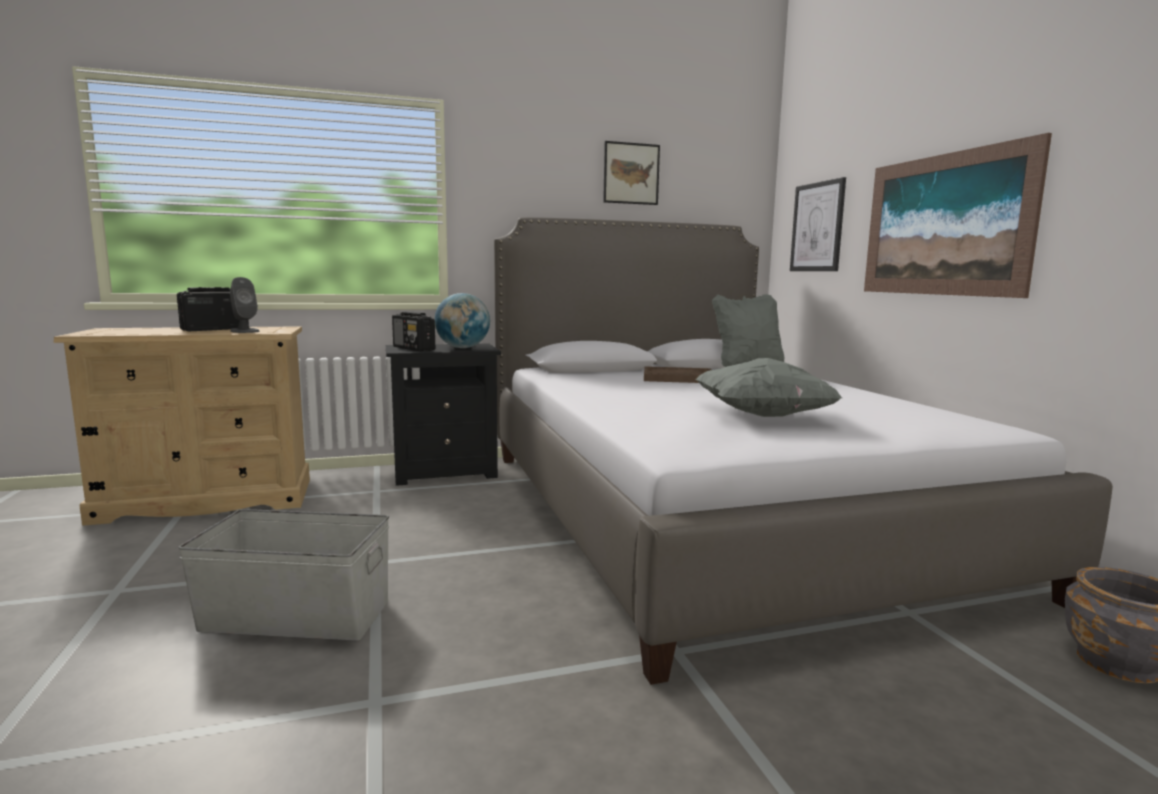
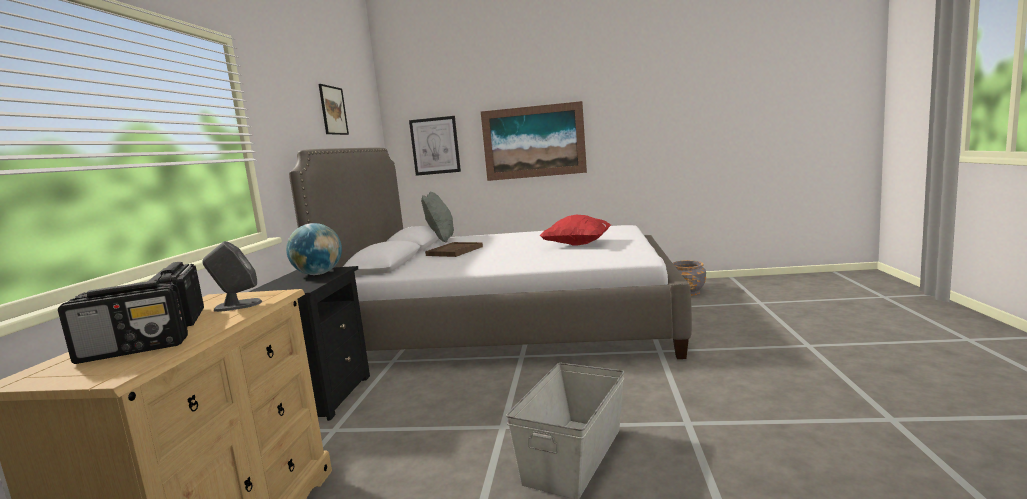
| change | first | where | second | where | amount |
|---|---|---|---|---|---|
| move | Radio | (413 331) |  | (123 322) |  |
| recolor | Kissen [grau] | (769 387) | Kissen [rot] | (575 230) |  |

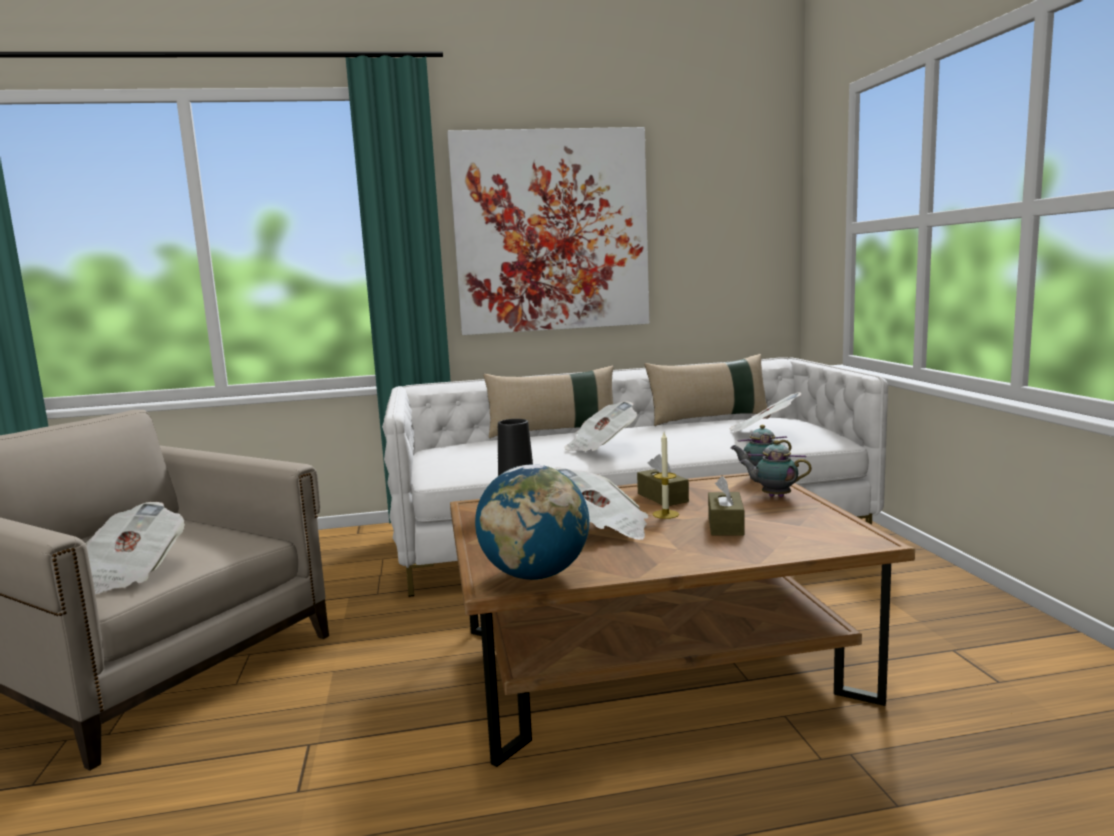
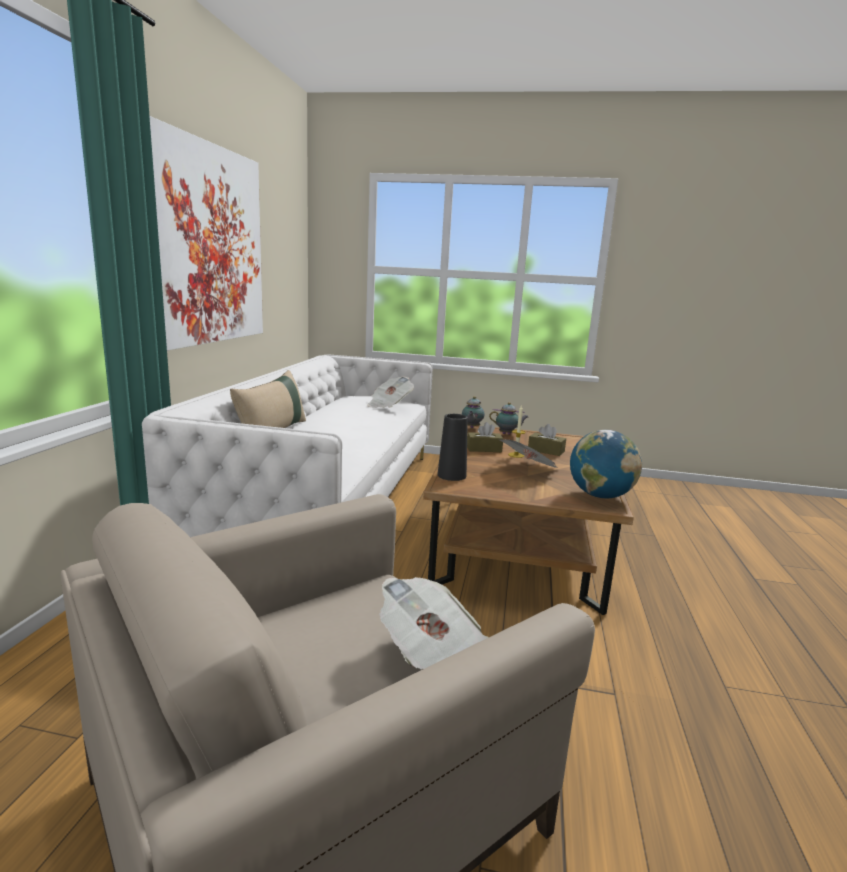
| change | first | where | second | where | amount |
|---|---|---|---|---|---|
| delete | Zeitung | (600 426) |  |  |  |
| delete | Kissen [beige] | (706 390) |  |  |  |
| rotate | Teekanne | (776 468) |  | (508 418) | 120 degrees counterclockwise |

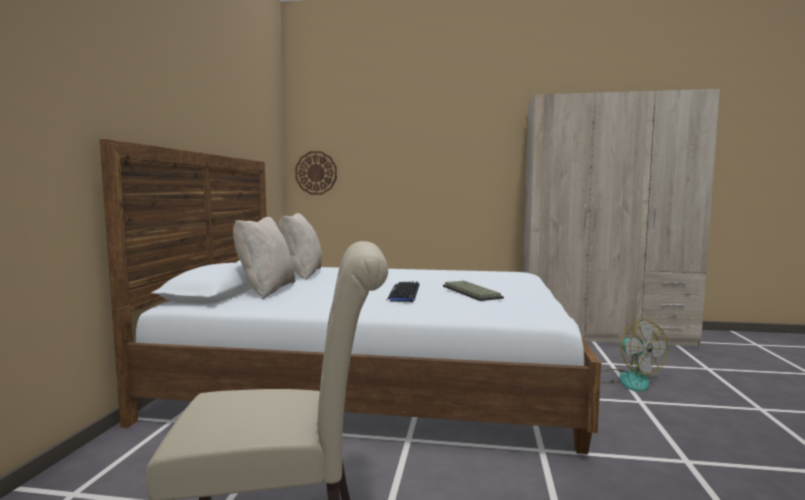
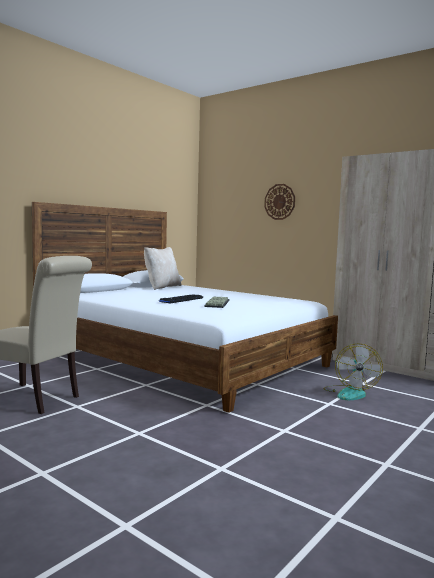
| change | first | where | second | where | amount |
|---|---|---|---|---|---|
| delete | Kissen [beige] | (264 258) |  |  |  |
| move | Wanduhr | (316 173) |  | (279 202) |  |

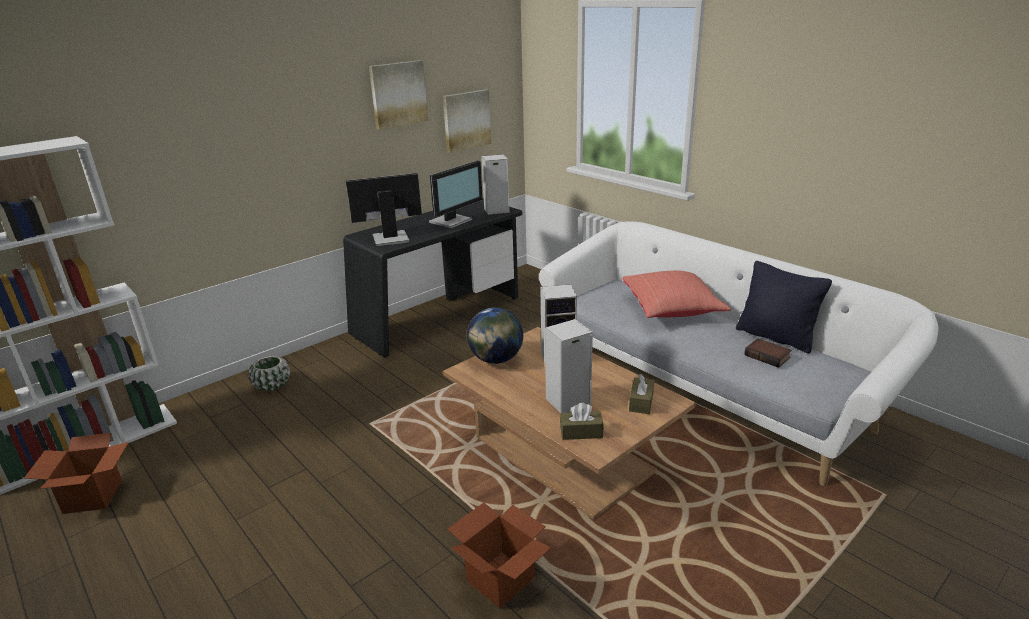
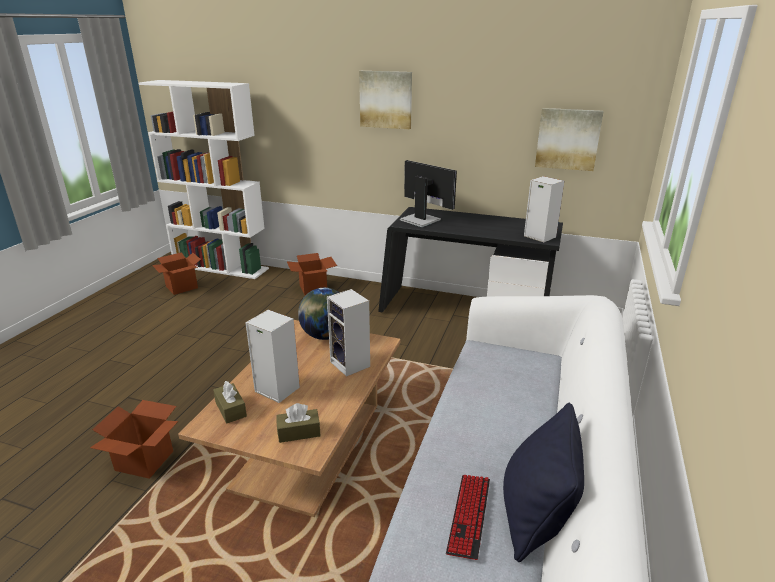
| change | first | where | second | where | amount |
|---|---|---|---|---|---|
| delete | Monitor | (456 194) |  |  |  |
| delete | Kissen [rot] | (676 294) |  |  |  |
| move | Bild | (398 95) |  | (385 100) |  |
| replace | Pflanzkübel [grün] | (269 373) | Karton | (312 274) |  |
| replace | Buch | (768 353) | Tastatur | (468 517) |  |

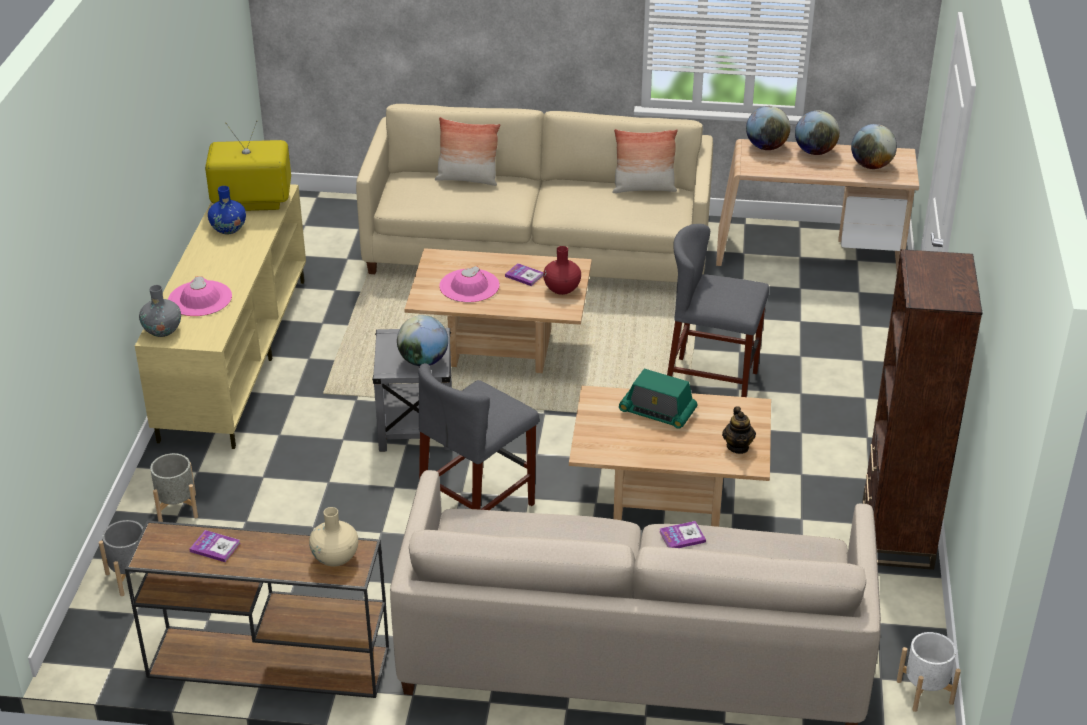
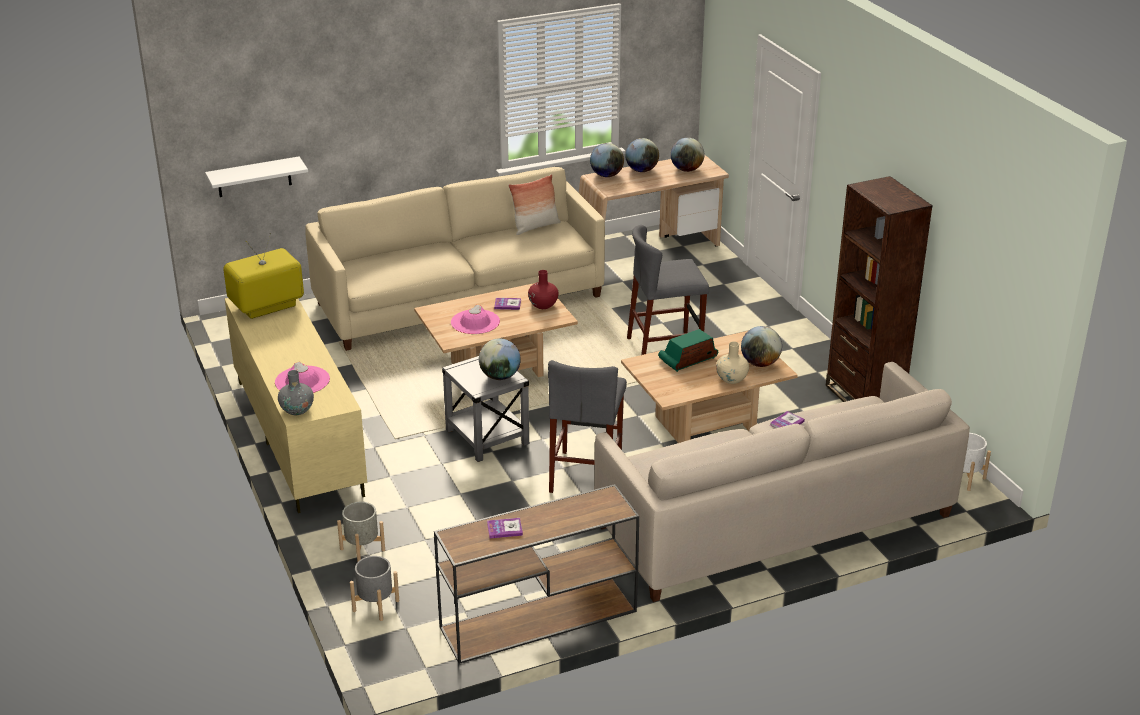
| change | first | where | second | where | amount |
|---|---|---|---|---|---|
| delete | Vase [blau] | (227 210) |  |  |  |
| delete | Kissen | (467 151) |  |  |  |
| insert |  |  | Wandregal [weiß] | (256 176) |  |
| move | Vase [beige] | (333 537) |  | (732 362) |  |
| replace | Teekanne | (739 430) | Globus | (761 346) |  |
| rotate | Radio | (658 399) |  | (688 350) | 150 degrees clockwise |

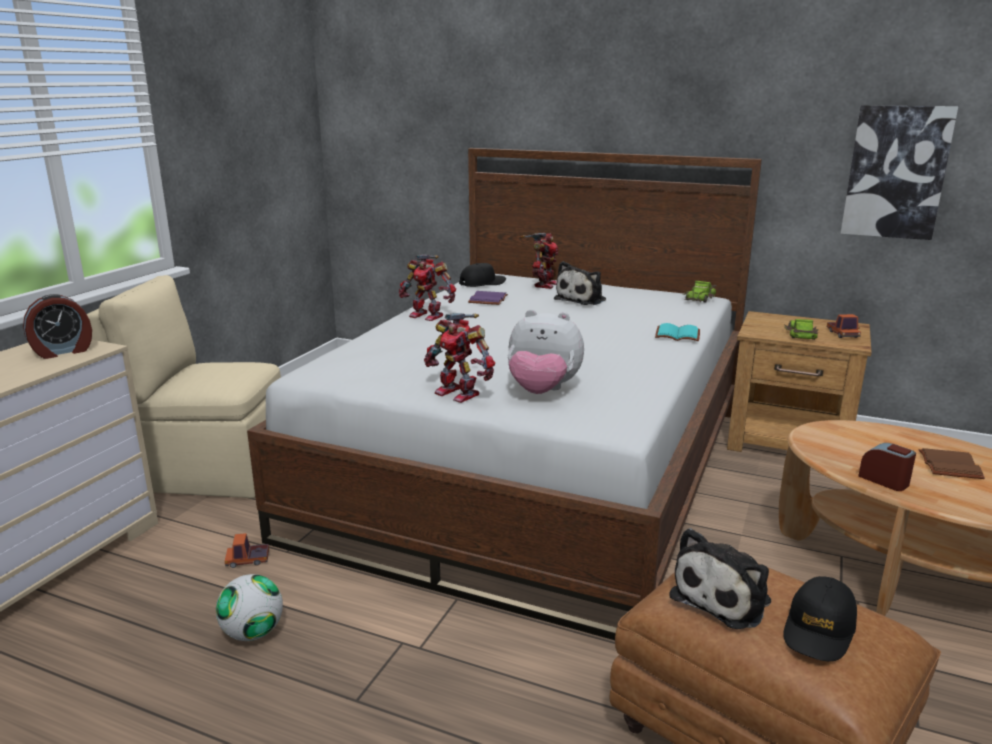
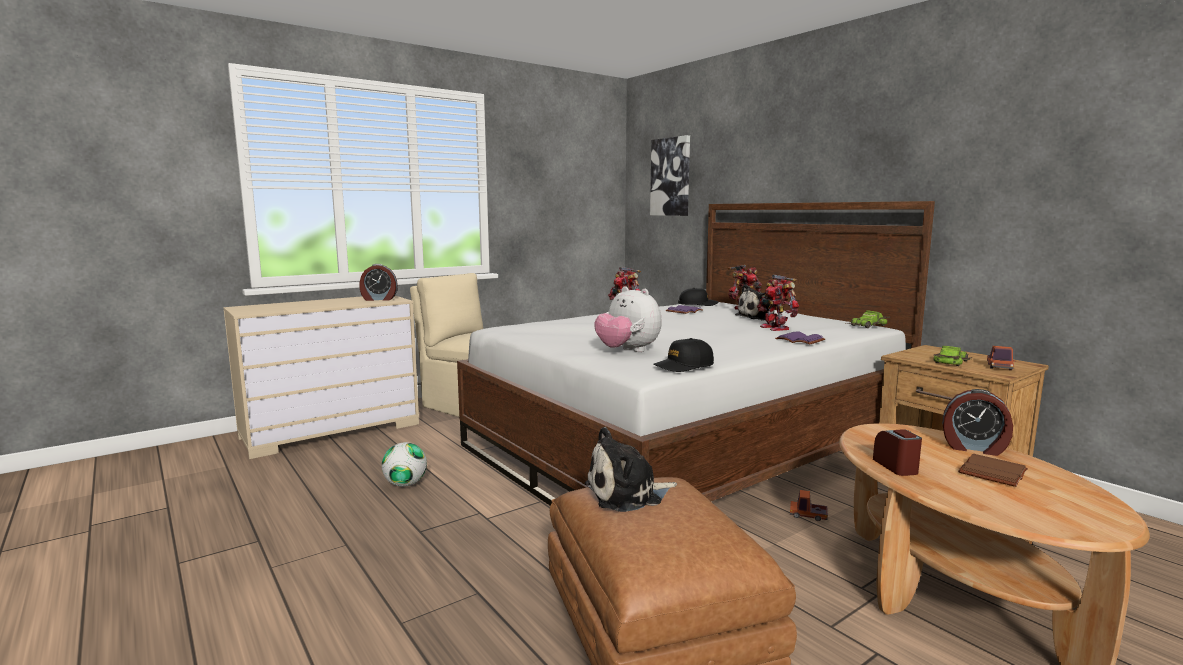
| change | first | where | second | where | amount |
|---|---|---|---|---|---|
| insert |  |  | Wecker | (977 422) |  |
| move | Spielzeuglaster | (247 550) |  | (809 505) |  |
| move | Spielzeugroboter | (459 358) |  | (778 303) |  |
| move | Kappe [schwarz] | (820 618) |  | (683 355) |  |
| move | Bild | (899 172) |  | (670 175) |  |
| recolor | Buch [türkis] | (677 332) | Buch [lila] | (800 338) |  |

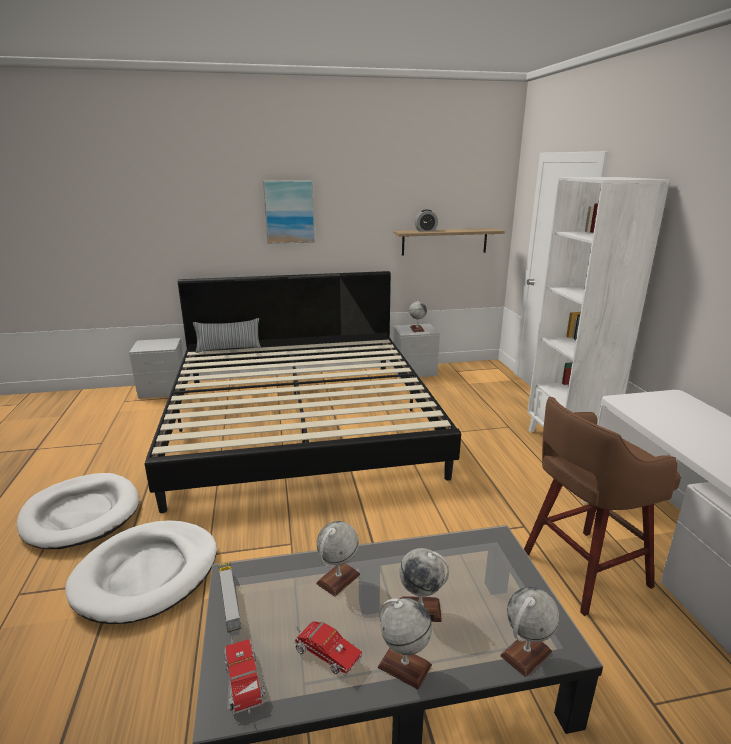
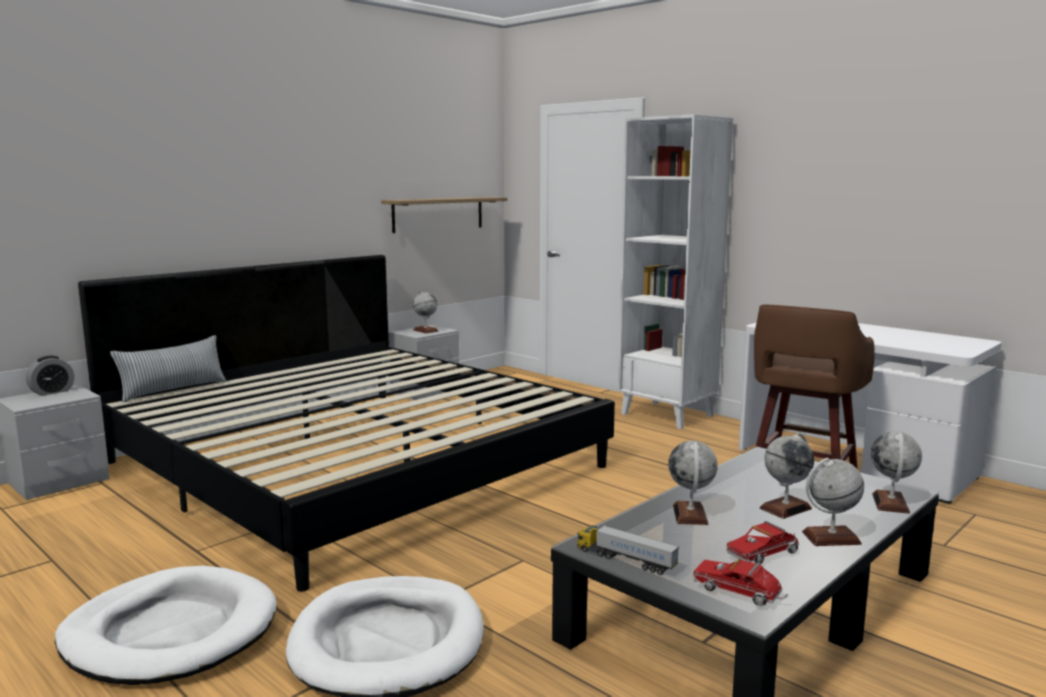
| change | first | where | second | where | amount |
|---|---|---|---|---|---|
| delete | Bild | (289 212) |  |  |  |
| move | Wecker | (426 220) |  | (50 376) |  |
| rotate | Spielzeuglaster | (328 648) |  | (763 542) | 150 degrees clockwise |

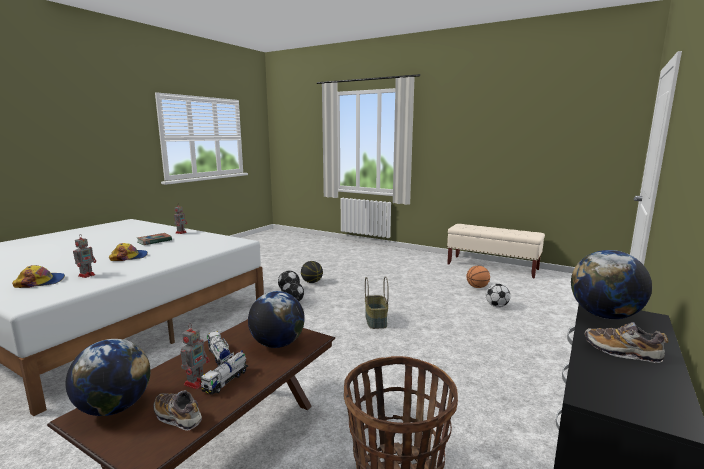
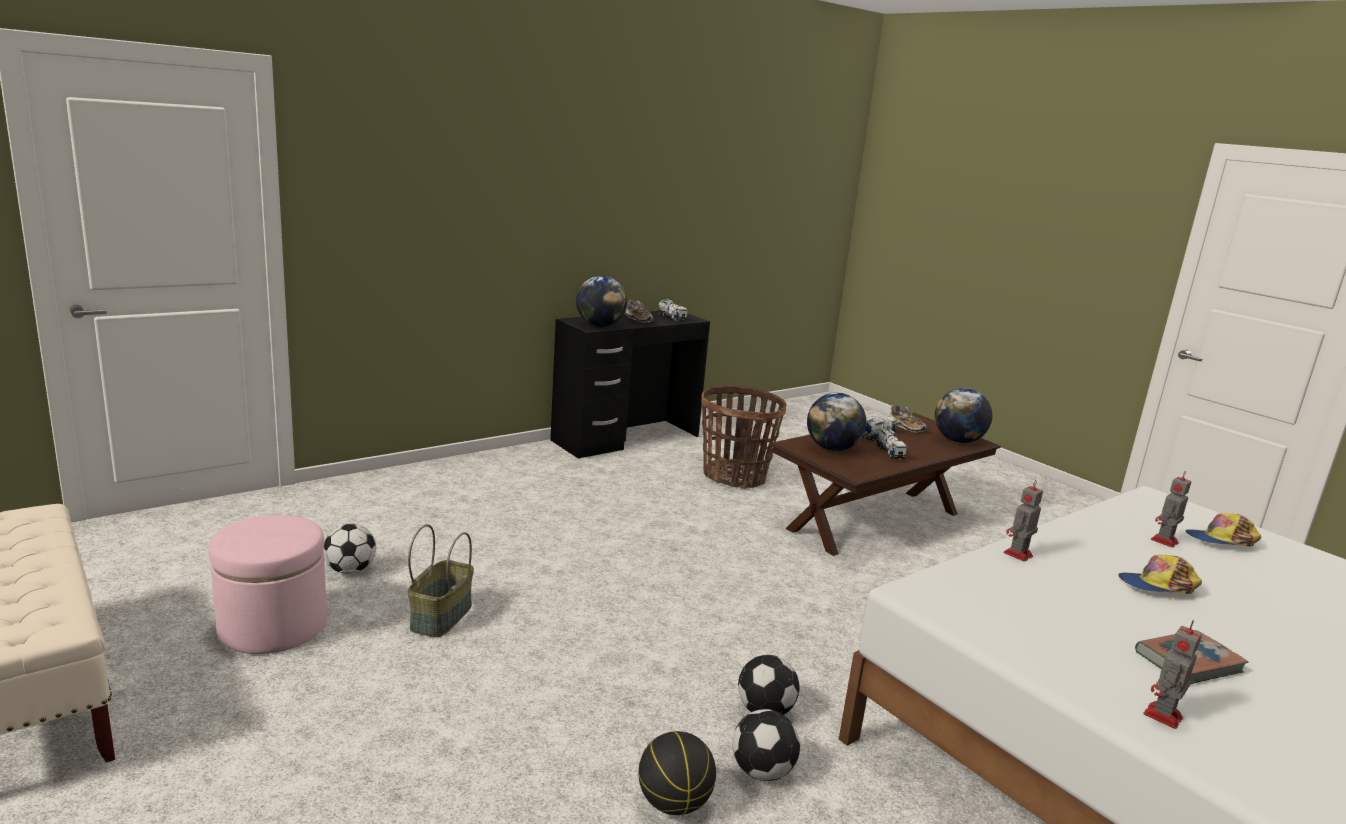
| change | first | where | second | where | amount |
|---|---|---|---|---|---|
| insert |  |  | Spielzeuglaster | (672 310) |  |
| move | Spielzeugroboter | (195 356) |  | (1023 521) |  |
| move | Korb | (377 302) |  | (441 580) |  |
| replace | Basketball | (478 277) | Polsterhocker [rosa] | (267 584) |  |

